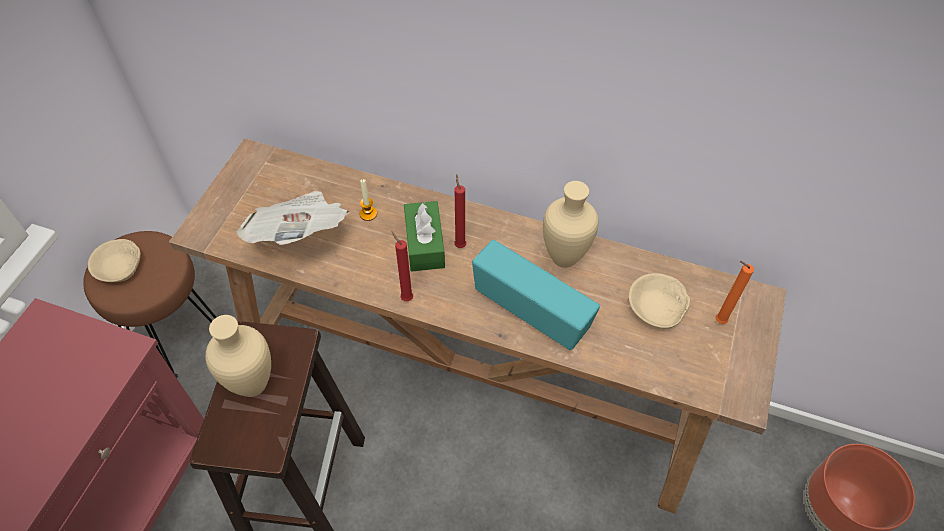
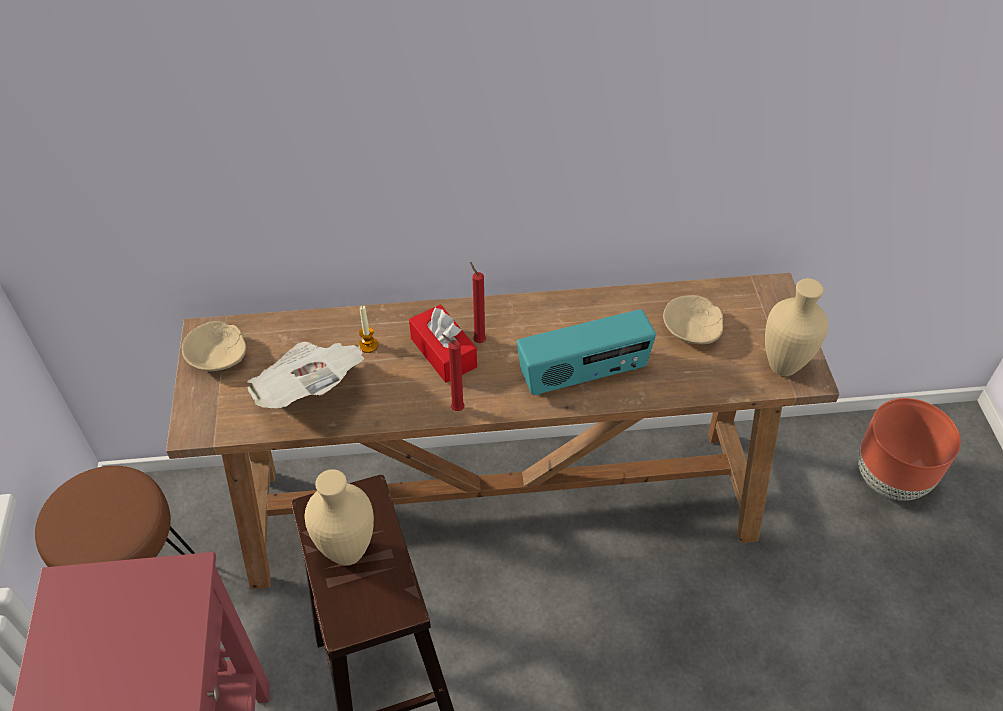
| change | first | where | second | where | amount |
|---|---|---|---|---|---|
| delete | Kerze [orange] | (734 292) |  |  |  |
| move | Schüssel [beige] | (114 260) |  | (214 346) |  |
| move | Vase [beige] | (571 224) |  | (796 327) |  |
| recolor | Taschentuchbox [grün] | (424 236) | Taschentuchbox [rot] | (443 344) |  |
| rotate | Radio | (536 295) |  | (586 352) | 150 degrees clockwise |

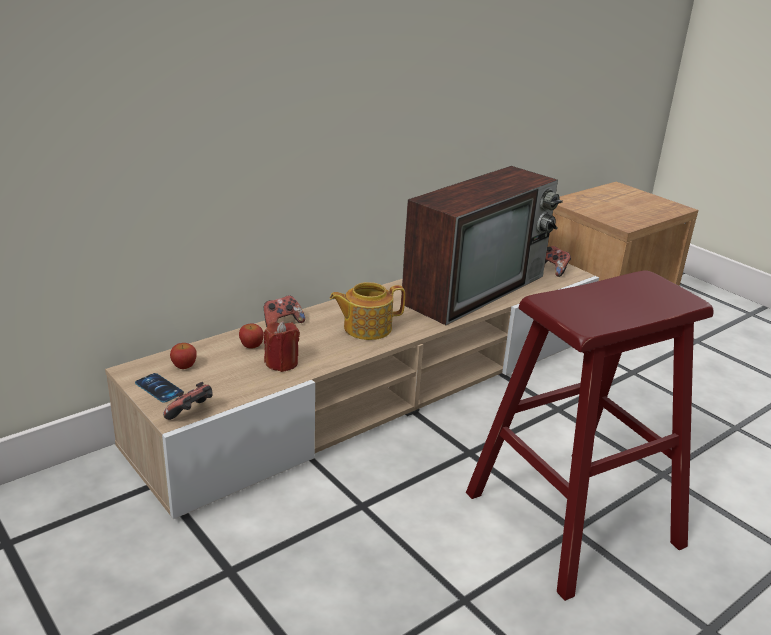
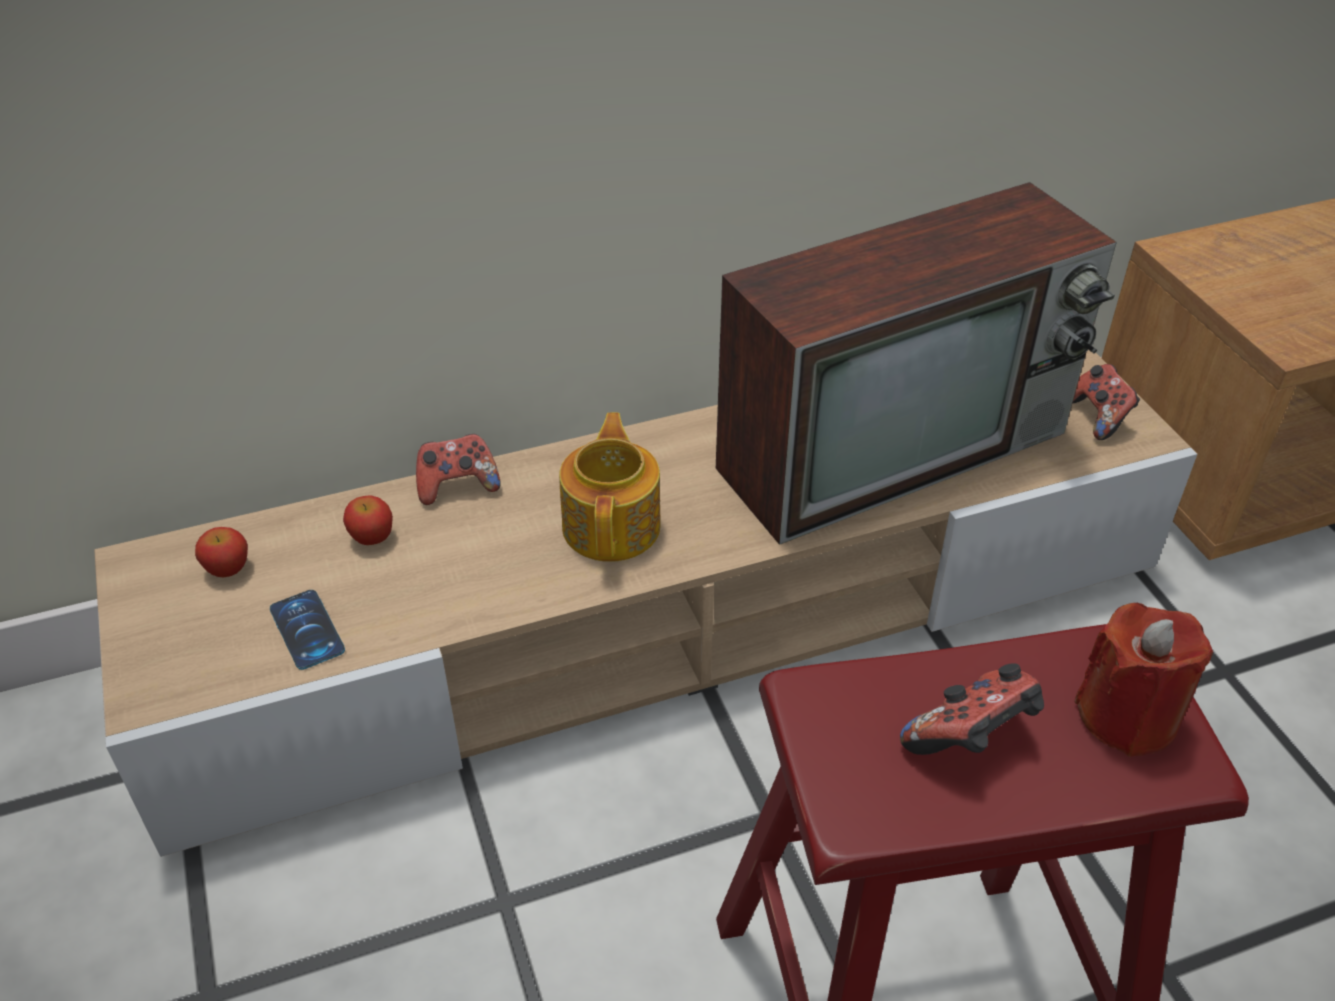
| change | first | where | second | where | amount |
|---|---|---|---|---|---|
| move | Handy | (159 388) |  | (307 630) |  |
| move | Gamepad | (188 401) |  | (972 709) |  |
| move | Kerze [rot] | (282 346) |  | (1143 680) |  |
| rotate | Teekanne | (367 311) |  | (610 487) | 90 degrees clockwise |

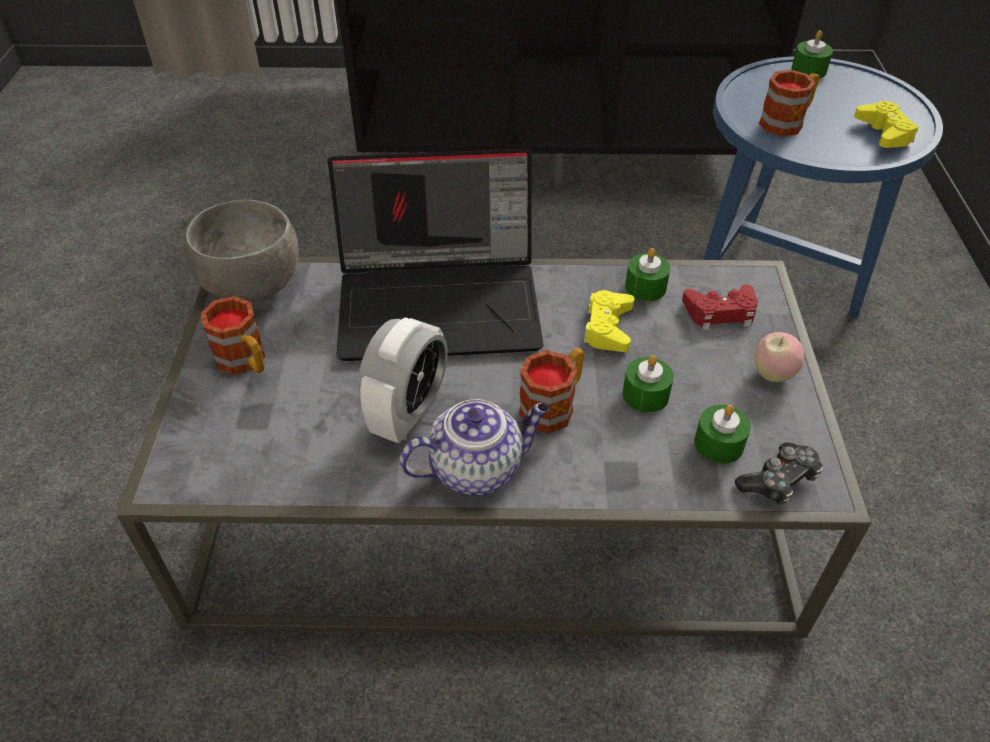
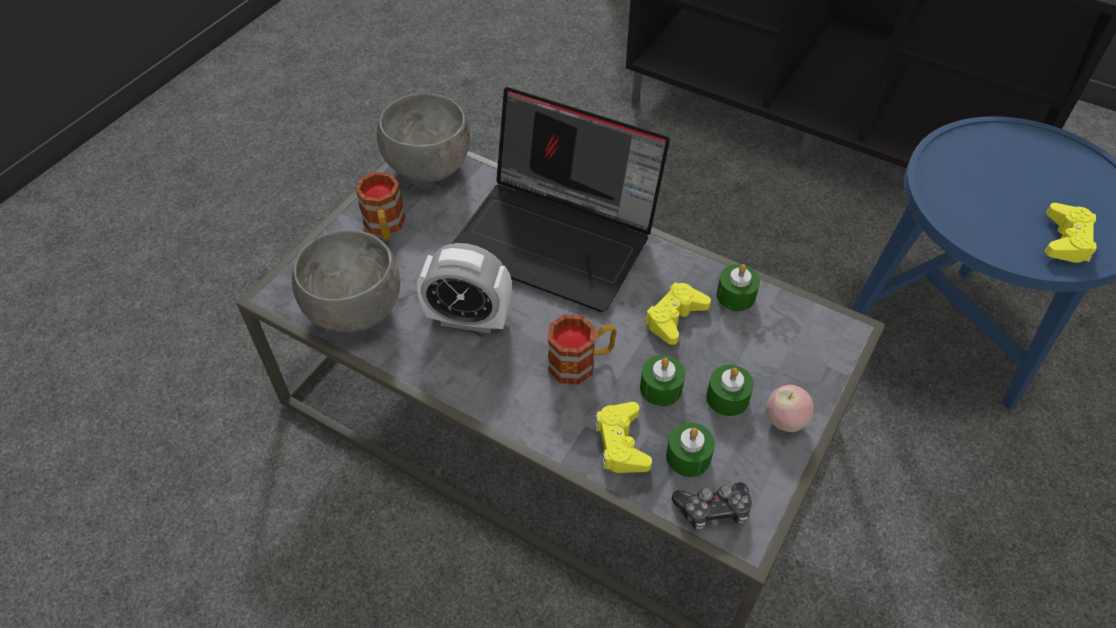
| change | first | where | second | where | amount |
|---|---|---|---|---|---|
| delete | Teekanne | (474 447) |  |  |  |
| delete | Gamepad [rot] | (720 307) |  |  |  |
| delete | Henkelbecher | (789 103) |  |  |  |
| insert |  |  | Schüssel [grau] | (346 281) |  |
| insert |  |  | Gamepad [gelb] | (623 437) |  |
| move | Kerze [grün] | (812 54) |  | (730 390) |  |
| rotate | Wecker | (403 380) |  | (464 288) | 45 degrees clockwise |

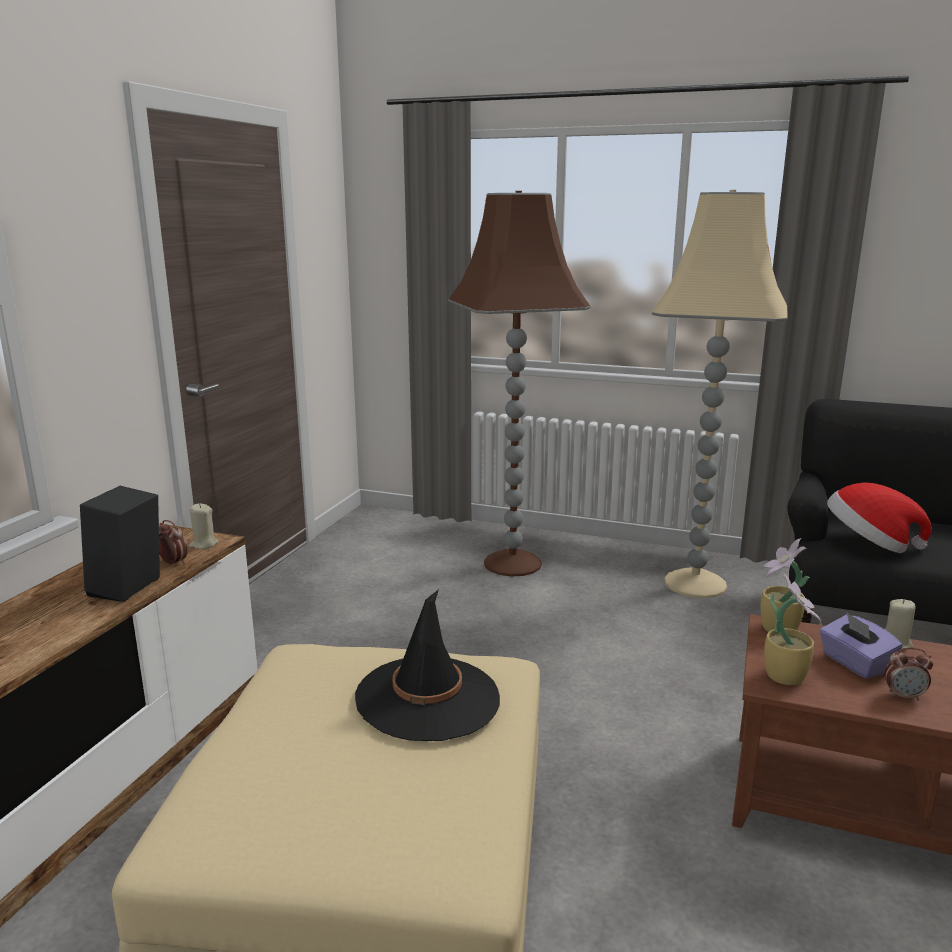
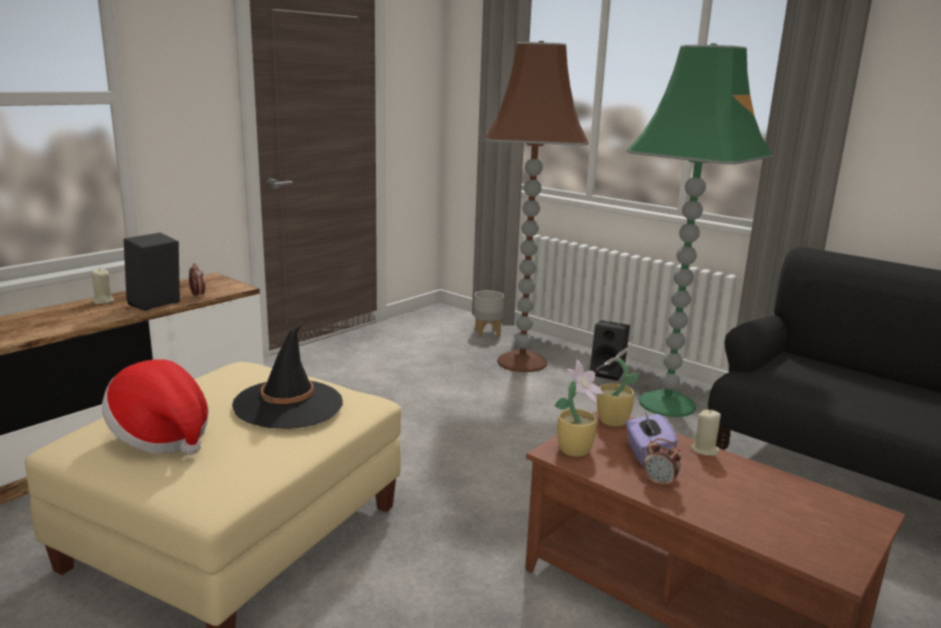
| change | first | where | second | where | amount |
|---|---|---|---|---|---|
| insert |  |  | Pflanzkübel [grau] | (489 314) |  |
| insert |  |  | Lautsprecher [schwarz] | (609 350) |  |
| move | Kerze [beige] | (204 526) |  | (102 286) |  |
| move | Hut | (879 517) |  | (155 407) |  |
| recolor | Stehlampe [beige] | (720 394) | Stehlampe [grün] | (700 230) |  |

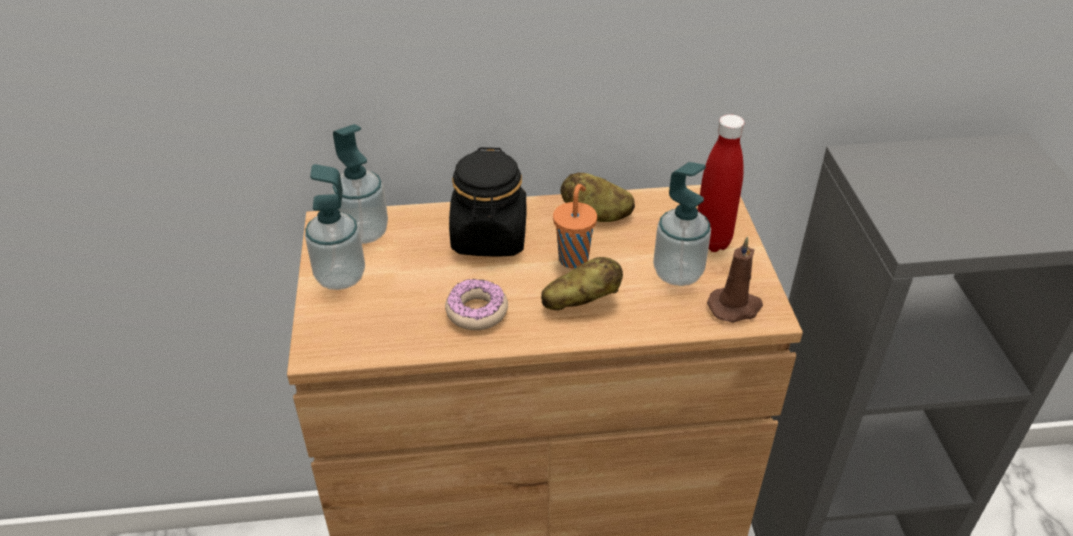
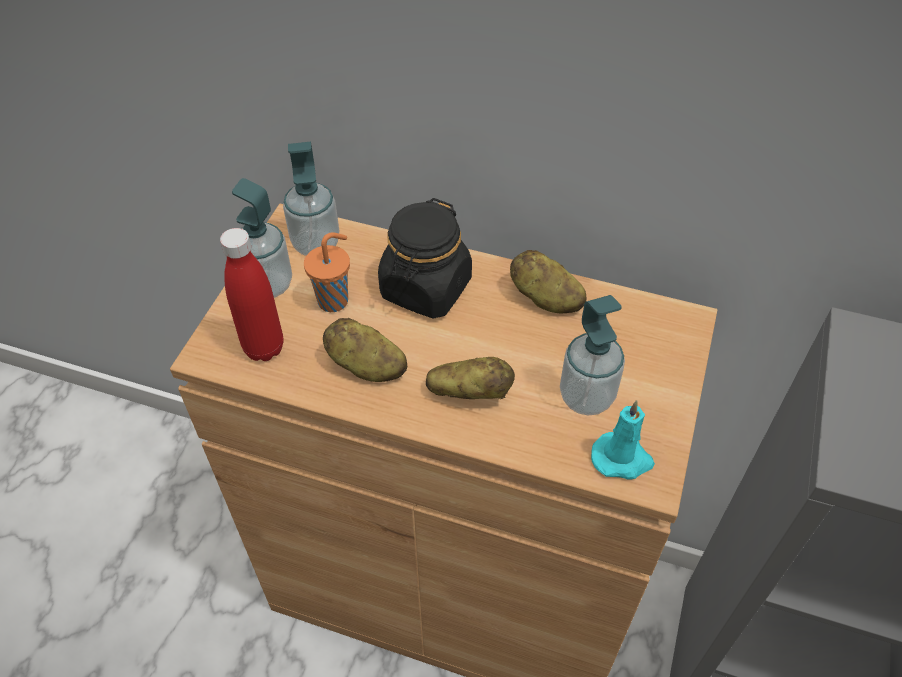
| change | first | where | second | where | amount |
|---|---|---|---|---|---|
| move | Tasse [orange] | (575 226) |  | (327 272) |  |
| move | Flasche [rot] | (721 183) |  | (252 294) |  |
| replace | Donut | (476 304) | Kartoffel | (365 350) |  |
| recolor | Kerze [braun] | (735 279) | Kerze [türkis] | (623 440) |  |

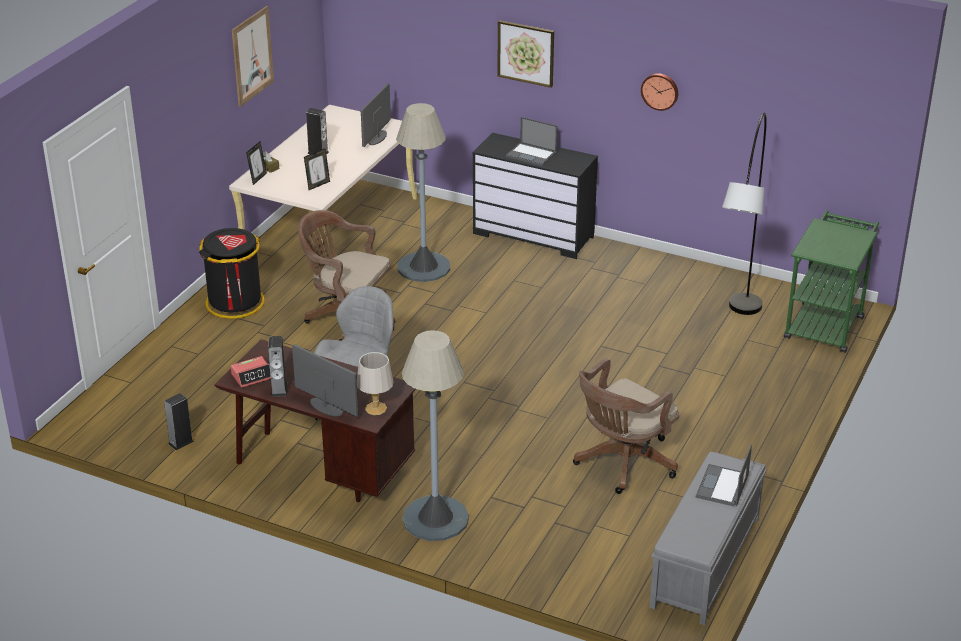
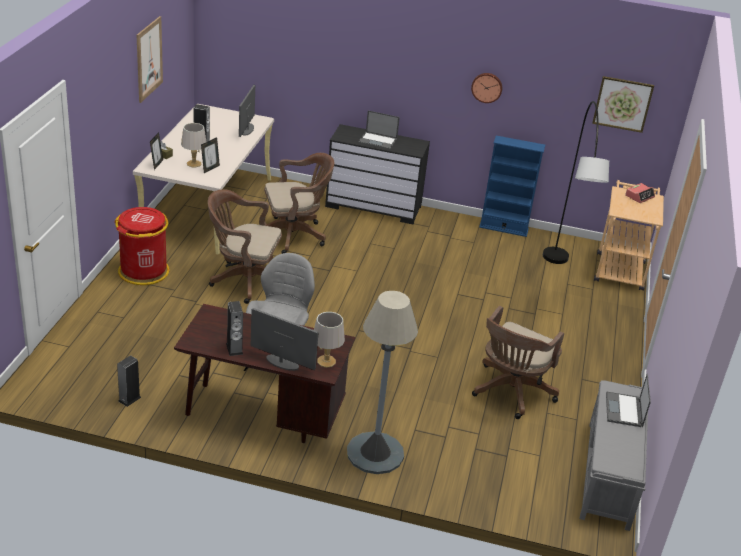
| change | first | where | second | where | amount |
|---|---|---|---|---|---|
| insert |  |  | Tischlampe [grau] | (193 145) |  |
| insert |  |  | Bücherregal [blau] | (512 186) |  |
| move | Wecker | (251 372) |  | (640 193) |  |
| move | Bild | (525 54) |  | (623 104) |  |
| replace | Stehlampe [grau] | (423 192) | Bürostuhl [braun] | (299 203) |  |
| recolor | Mülleimer [schwarz] | (232 273) | Mülleimer [rot] | (142 246) |  |
| recolor | Rollwagen [grün] | (831 281) | Rollwagen [beige] | (629 235) |  |

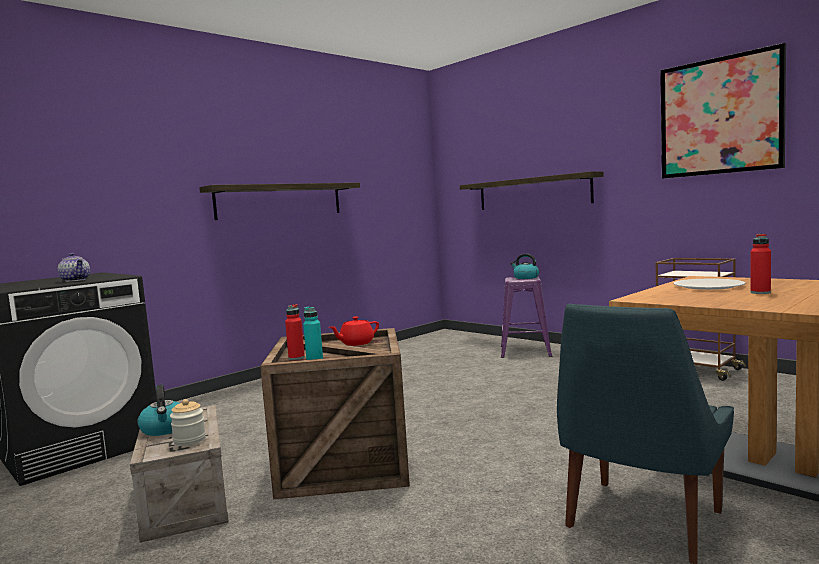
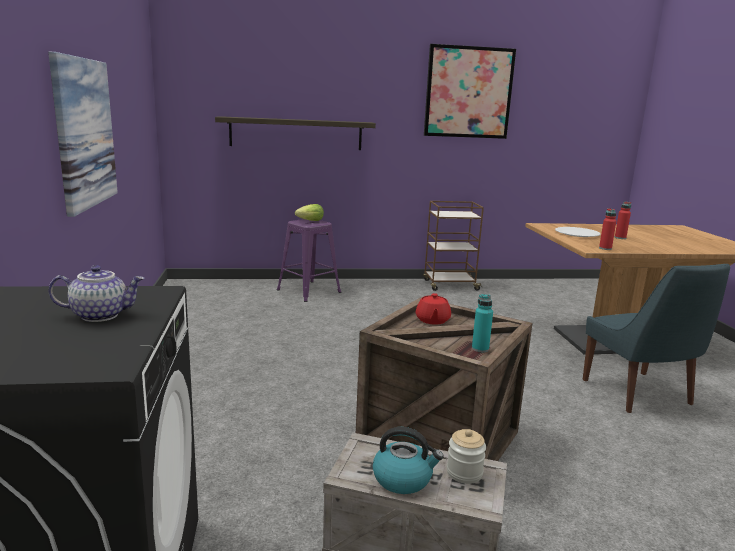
| change | first | where | second | where | amount |
|---|---|---|---|---|---|
| move | Flasche [rot] | (295 332) |  | (607 229) |  |
| replace | Wandregal | (279 201) | Bild | (83 134) |  |
| replace | Wasserkessel | (524 266) | Salatkopf | (309 212) |  |

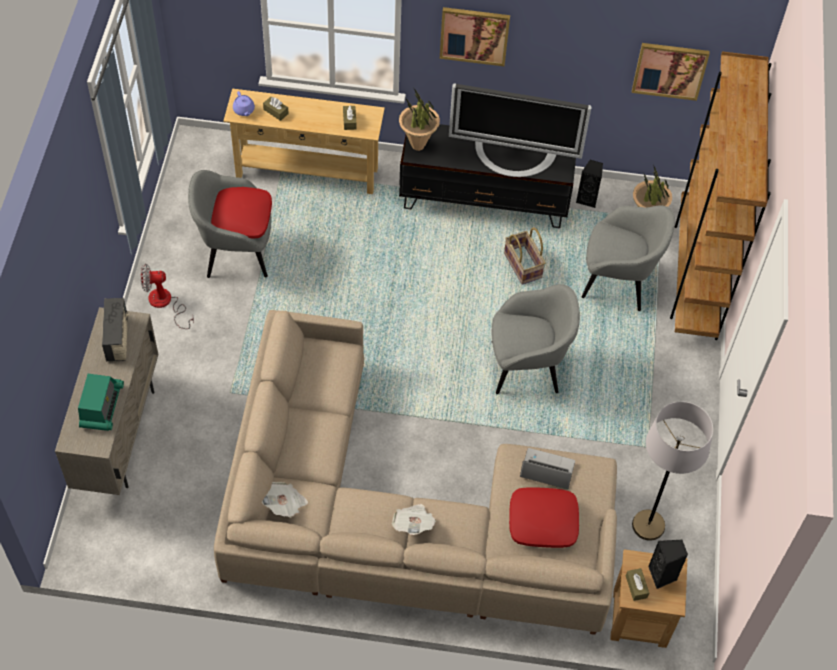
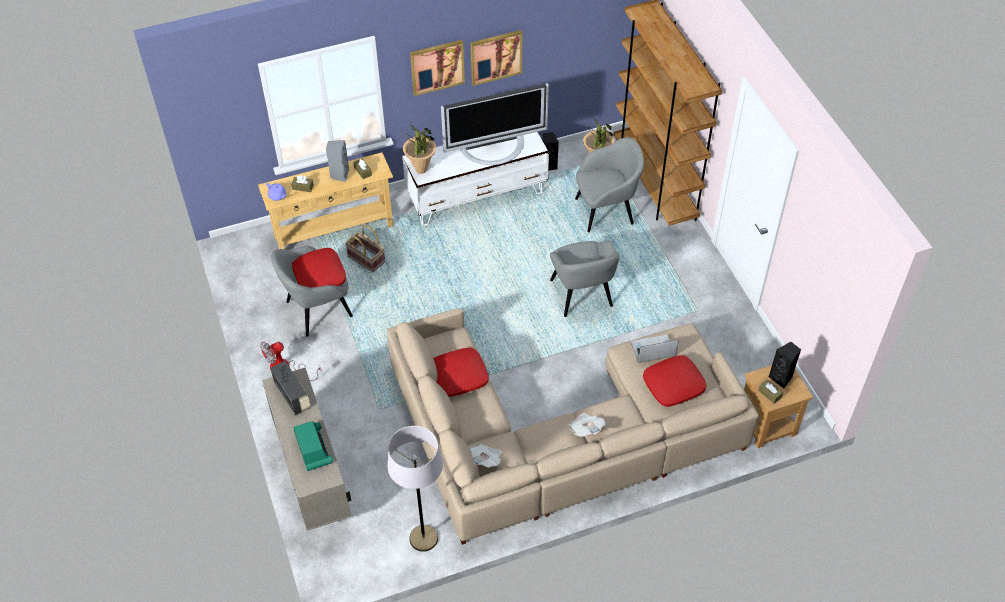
| change | first | where | second | where | amount |
|---|---|---|---|---|---|
| insert |  |  | Lautsprecher [grau] | (337 161) |  |
| insert |  |  | Kissen [rot] | (461 372) |  |
| move | Korb | (525 256) |  | (365 248) |  |
| move | Bild | (671 72) |  | (496 58) |  |
| move | Stehlampe [grau] | (672 471) |  | (415 489) |  |
| recolor | Fernsehschrank [schwarz] | (487 176) | Fernsehschrank [weiß] | (475 179) |  |
| rotate | Sessel [grau] | (536 339) |  | (585 278) | 105 degrees clockwise |

